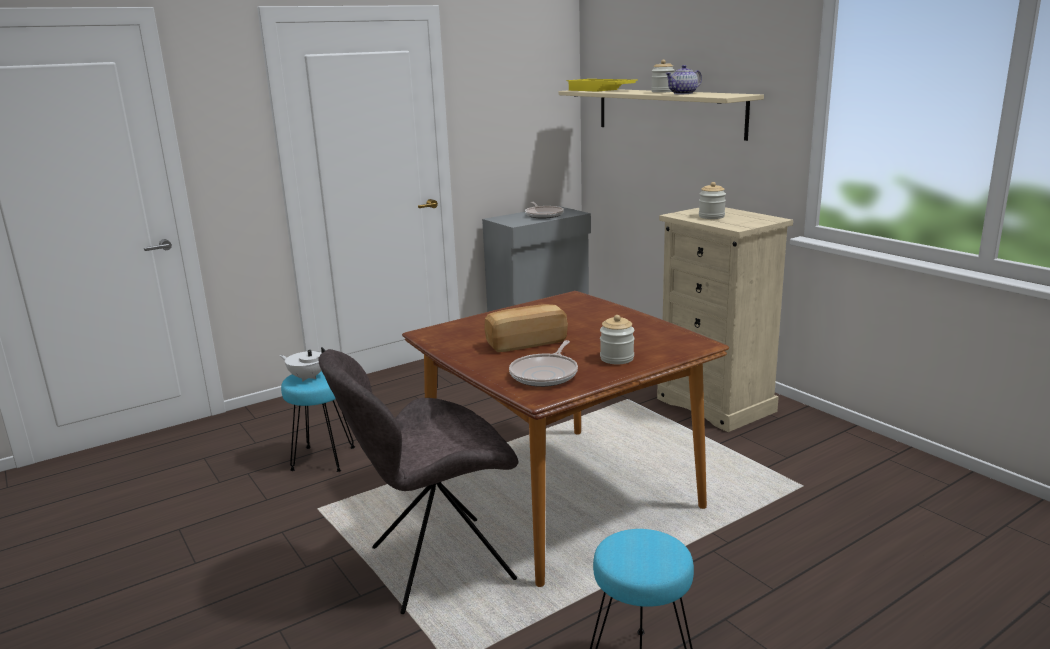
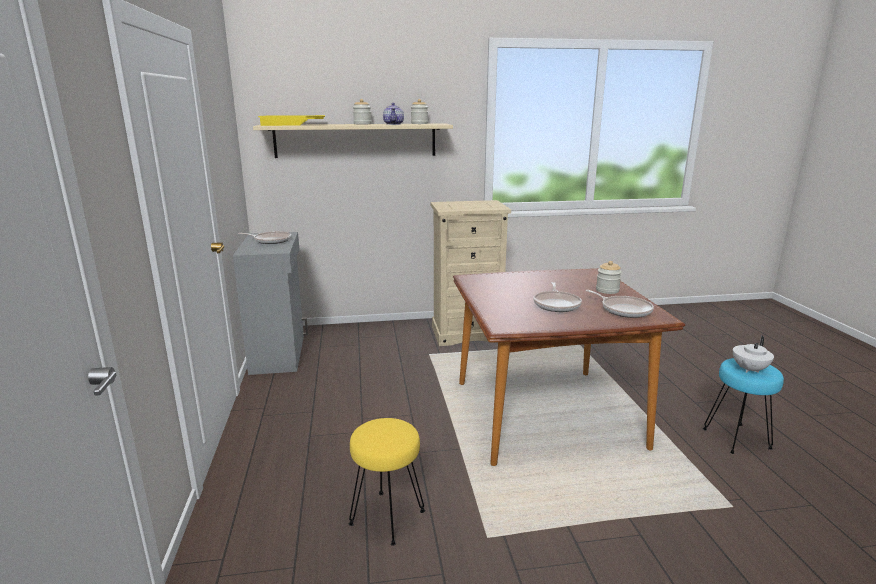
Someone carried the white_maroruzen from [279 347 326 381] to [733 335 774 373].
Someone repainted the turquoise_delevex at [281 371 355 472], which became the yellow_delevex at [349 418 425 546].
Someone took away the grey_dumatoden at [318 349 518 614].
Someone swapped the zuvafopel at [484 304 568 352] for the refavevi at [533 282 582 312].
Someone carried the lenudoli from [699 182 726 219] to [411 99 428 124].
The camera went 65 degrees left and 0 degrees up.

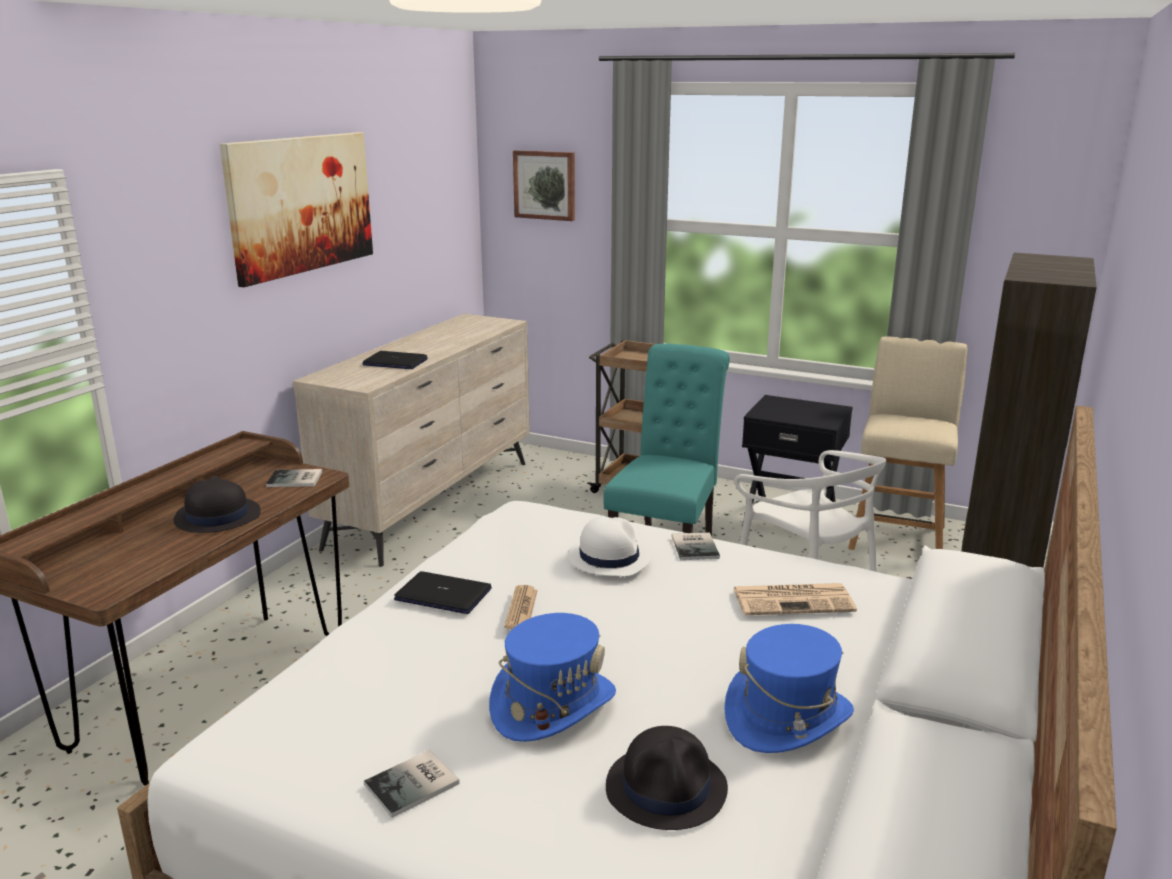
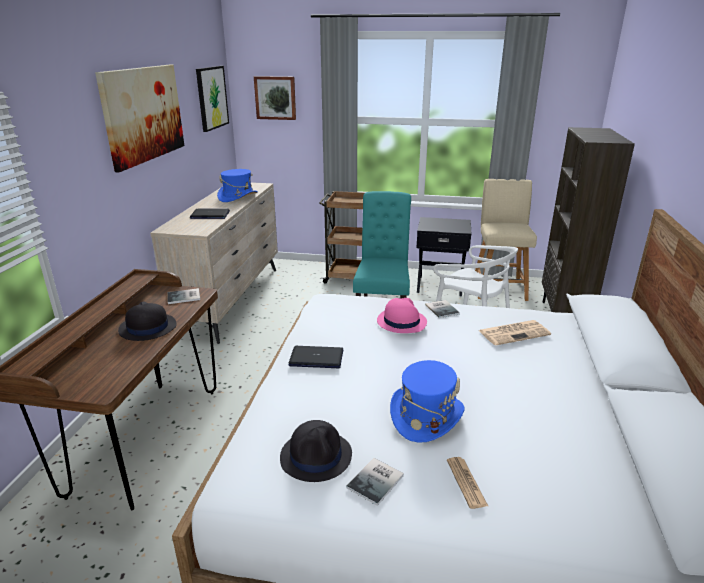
Someone carried the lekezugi from [504 585 538 629] to [447 457 488 509].
Someone repainted the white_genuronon at [568 516 652 576], which became the pink_genuronon at [377 298 427 333].
Someone carried the black_genuronon from [606 726 728 830] to [280 420 352 482].
Someone carried the blue_genuronon from [724 624 854 753] to [217 169 258 202].
Someone put up the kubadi at [196 66 229 132].
The camera went 15 degrees left and 5 degrees up.

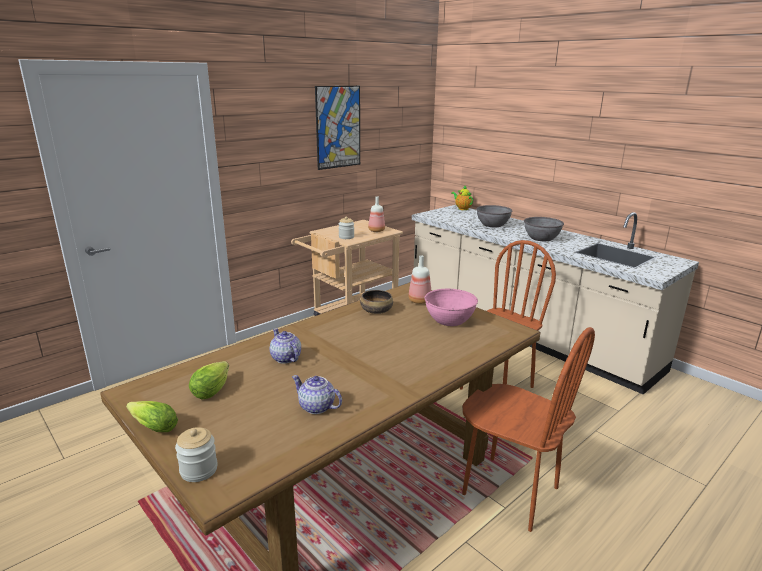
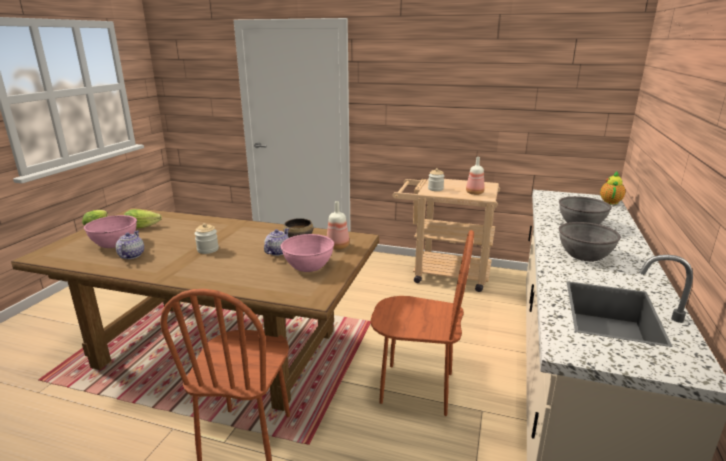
Someone carried the lenudoli from [175 427 218 482] to [194 223 219 254].
Someone carried the maroruzen from [270 328 301 364] to [264 228 289 256].
Someone took away the kubadi at [315 86 360 170].
Someone put down the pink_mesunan at [84 215 137 248].
The camera went 60 degrees right and 0 degrees up.

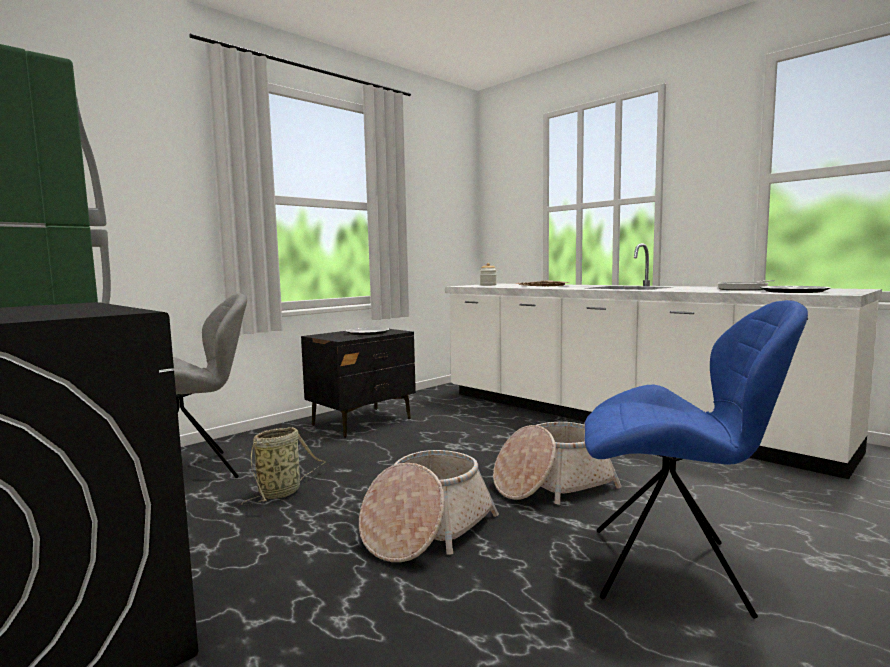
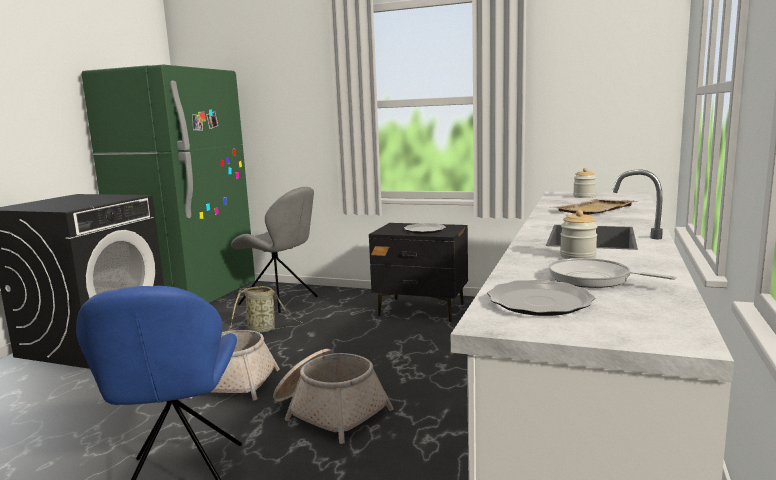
Someone put down the lenudoli at [560 210 598 259].
The camera went 65 degrees right and 5 degrees up.

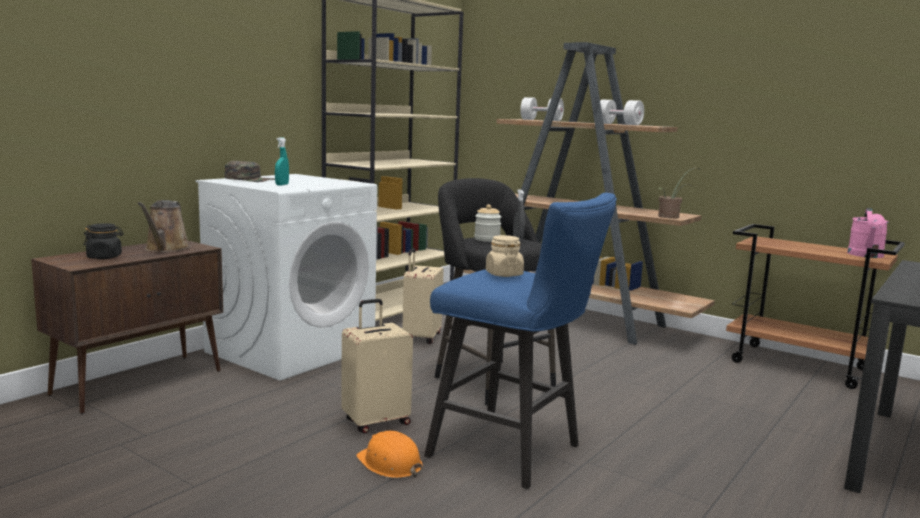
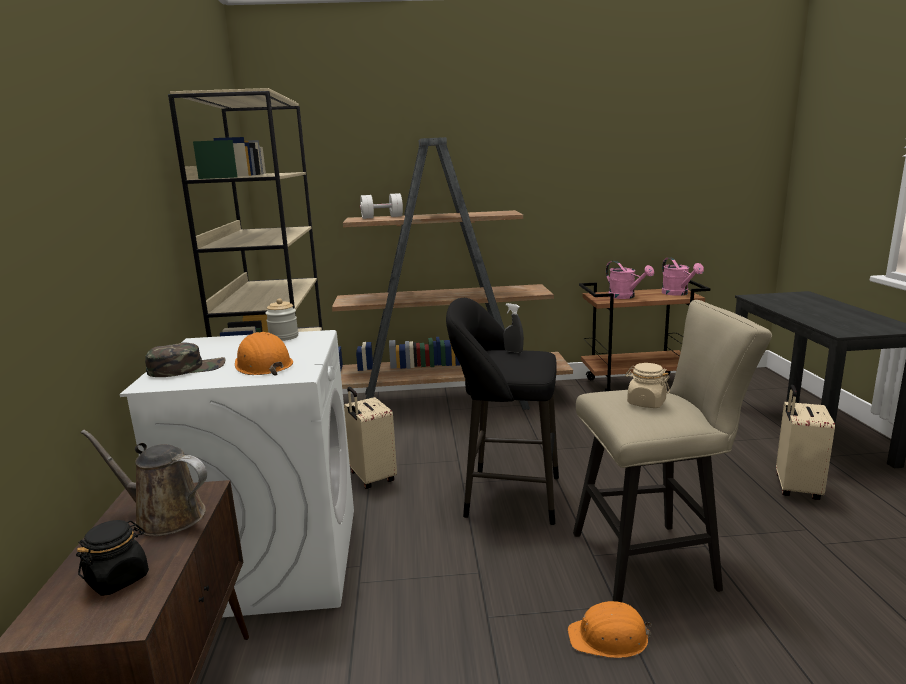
Someone rotated the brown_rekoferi at [138 200 190 252] by 150 degrees clockwise.
Someone swapped the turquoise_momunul at [275 138 289 185] for the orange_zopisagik at [235 332 293 375].
Someone carried the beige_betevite from [341 299 413 434] to [776 385 835 500].
Someone repainted the blue_delevex at [424 193 617 489], which became the beige_delevex at [573 300 772 602].
Someone carried the lenudoli from [474 204 501 242] to [265 298 298 341].
Someone took away the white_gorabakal at [600 100 644 125].
Someone took away the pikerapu at [658 167 700 219].
Someone put down the pink_rekoferi at [606 261 654 299].
The camera went 40 degrees left and 5 degrees up.

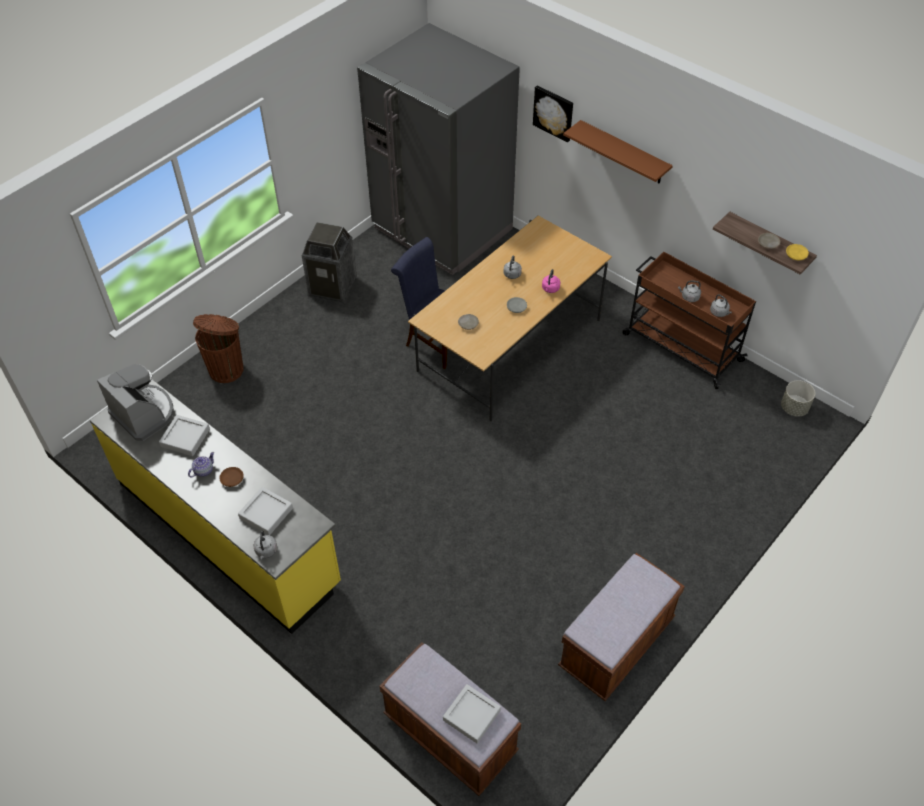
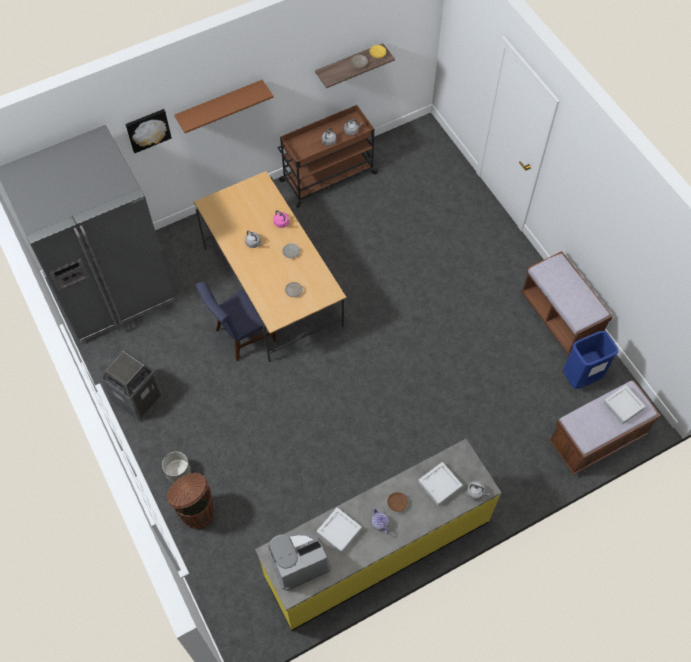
Someone carried the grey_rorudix from [781 380 815 417] to [162 452 191 483].
Someone put down the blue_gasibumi at [563 331 618 389].
The camera went 70 degrees left and 10 degrees up.

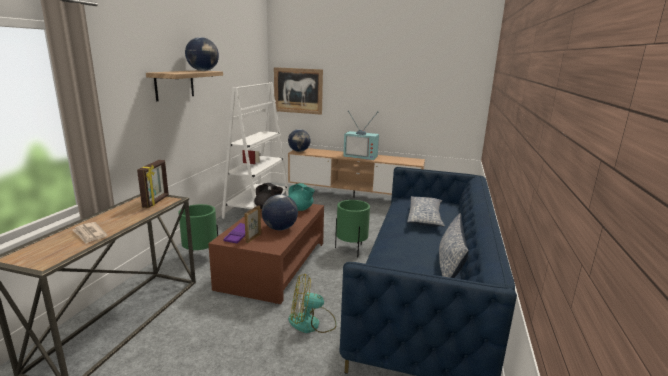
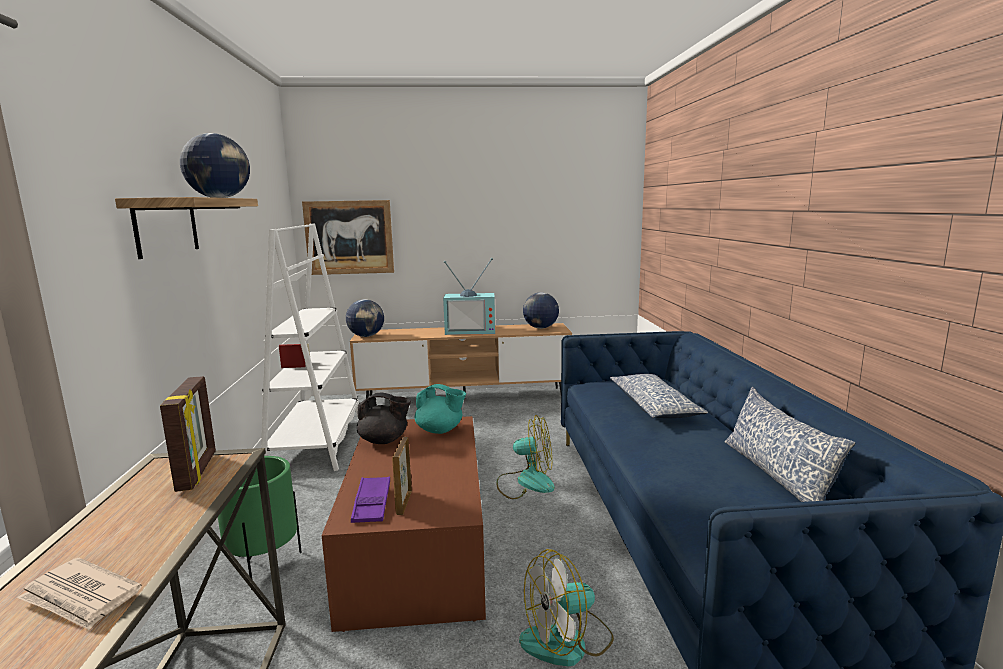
Someone carried the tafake from [262 194 298 230] to [523 292 559 329].
Someone swapped the green_rorudix at [335 200 370 257] for the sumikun at [496 415 555 499].
The camera went 20 degrees left and 5 degrees down.

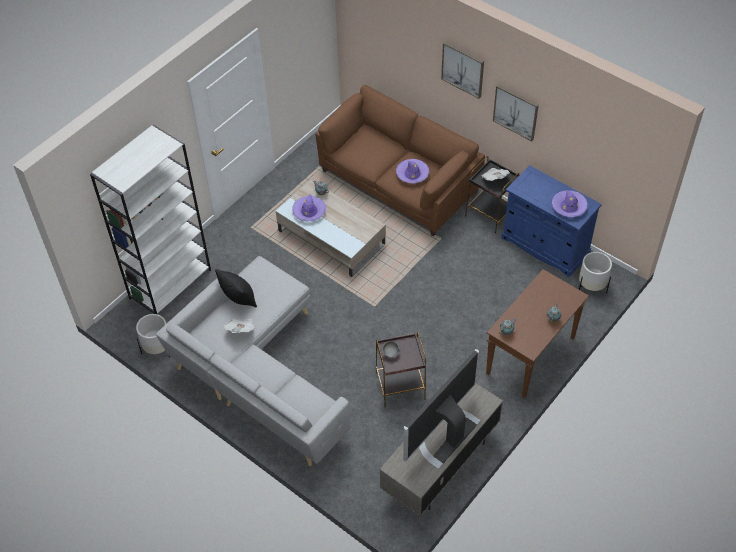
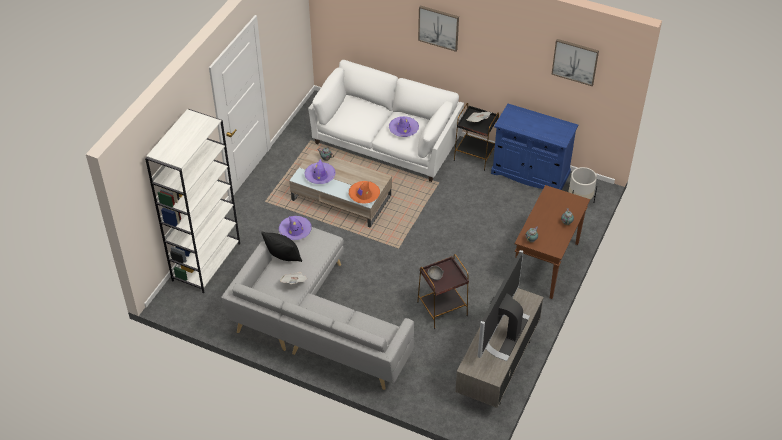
Someone took away the white_rorudix at [136 314 170 358].
Someone repainted the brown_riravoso at [315 85 485 236], which became the white_riravoso at [308 60 464 182].
Someone carried the kubadi from [493 84 539 141] to [551 39 599 86].
Someone carried the purple_genuronon from [552 190 588 217] to [279 216 312 240].
Someone put down the orange_genuronon at [349 181 380 204].
The camera went 15 degrees left and 5 degrees down.

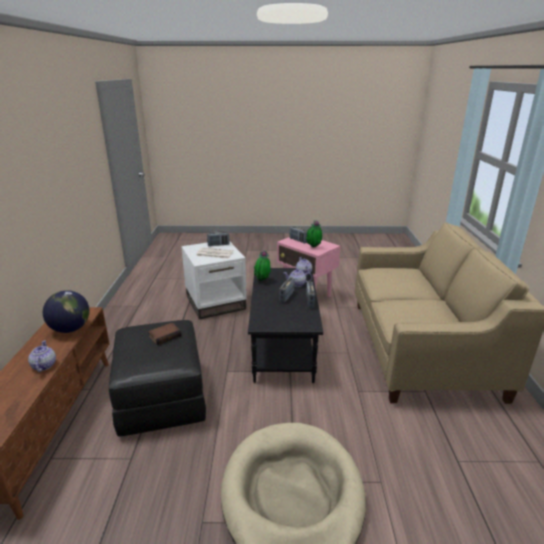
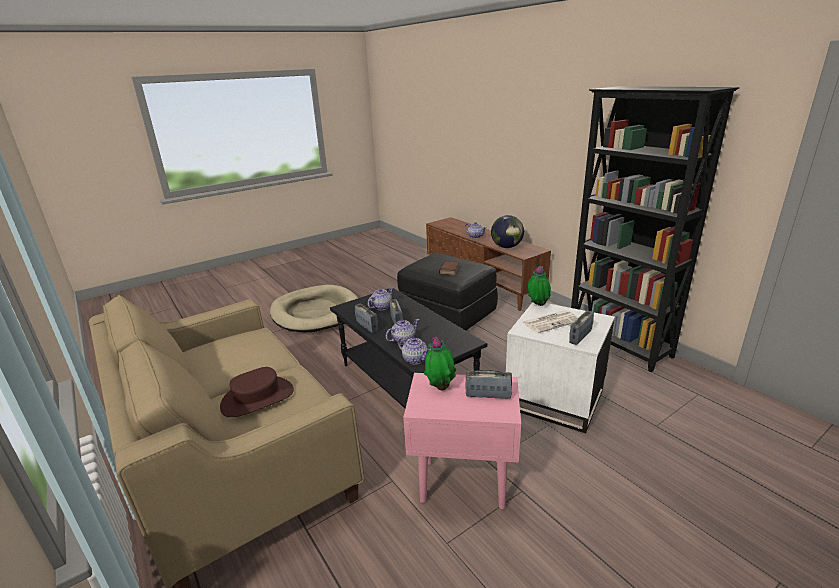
Someone carried the pikerapu from [254 250 271 281] to [528 266 551 306].
Someone put down the brown_genuronon at [220 367 294 417].
Someone put down the maroruzen at [368 288 393 310].
Someone put down the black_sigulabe at [571 86 740 372].
The camera went 145 degrees right and 0 degrees up.

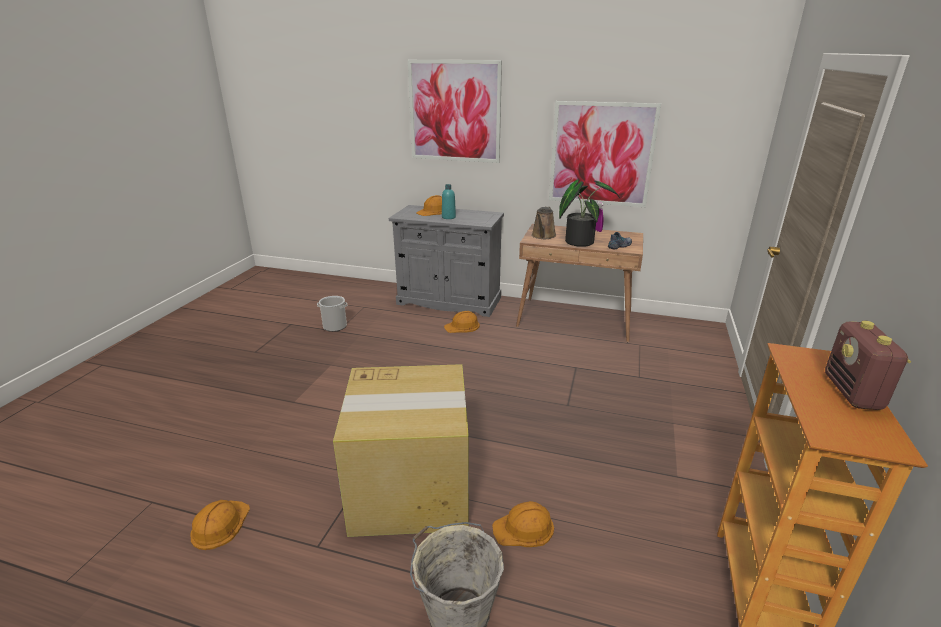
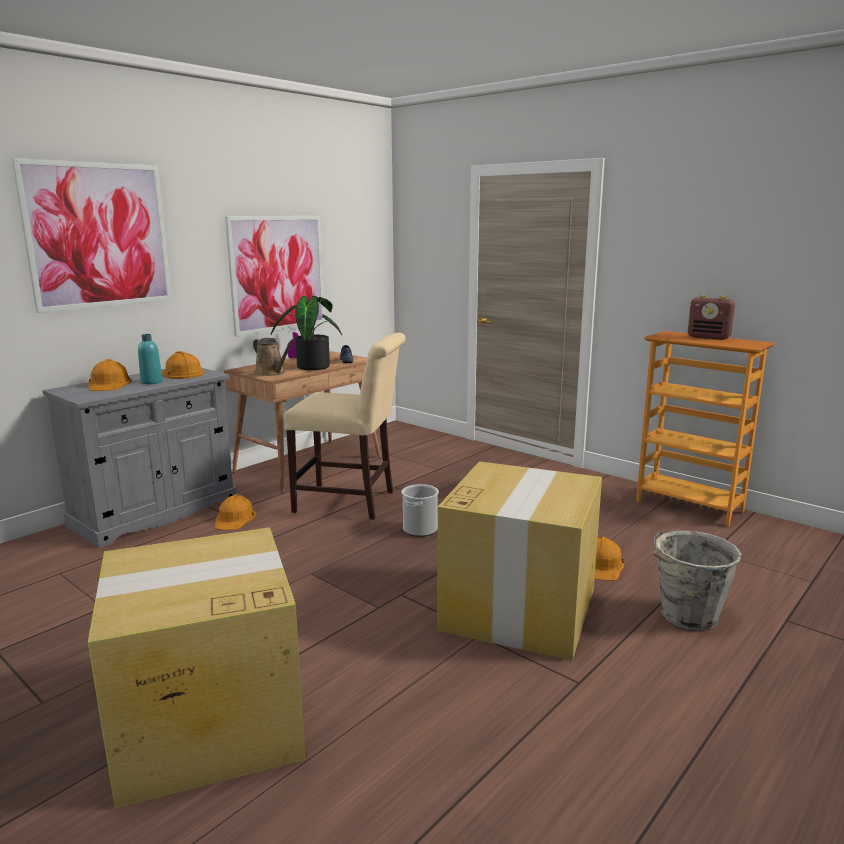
Someone carried the orange_zopisagik from [190 500 250 550] to [161 351 204 379].
Someone carried the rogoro from [317 296 347 332] to [402 484 439 537].
Someone put down the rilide at [88 527 305 808].
Someone put down the beige_dumatoden at [284 333 406 520].
The camera went 65 degrees left and 10 degrees down.

